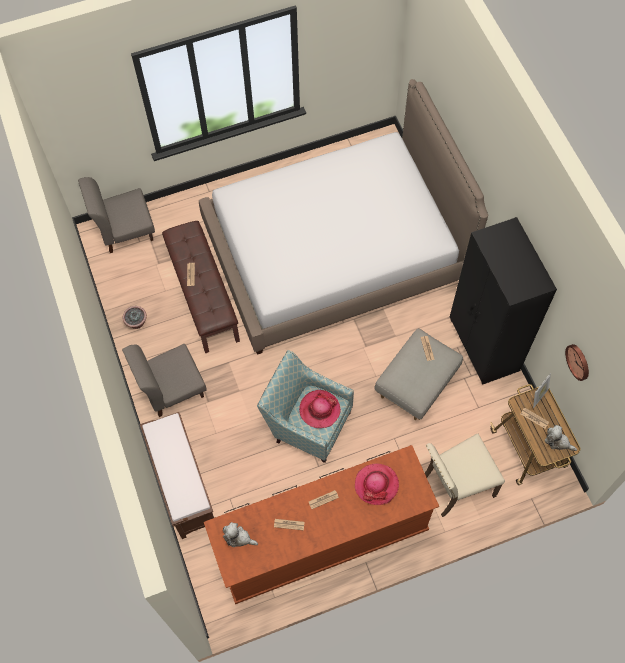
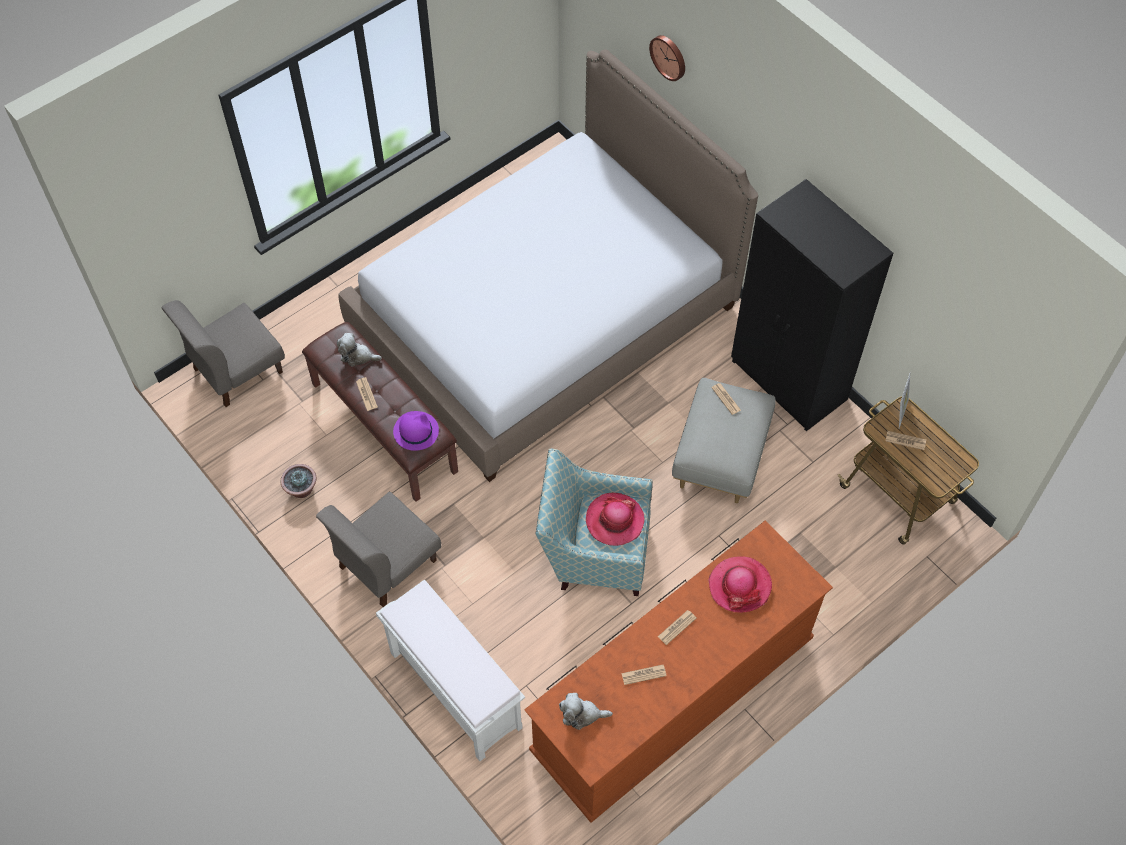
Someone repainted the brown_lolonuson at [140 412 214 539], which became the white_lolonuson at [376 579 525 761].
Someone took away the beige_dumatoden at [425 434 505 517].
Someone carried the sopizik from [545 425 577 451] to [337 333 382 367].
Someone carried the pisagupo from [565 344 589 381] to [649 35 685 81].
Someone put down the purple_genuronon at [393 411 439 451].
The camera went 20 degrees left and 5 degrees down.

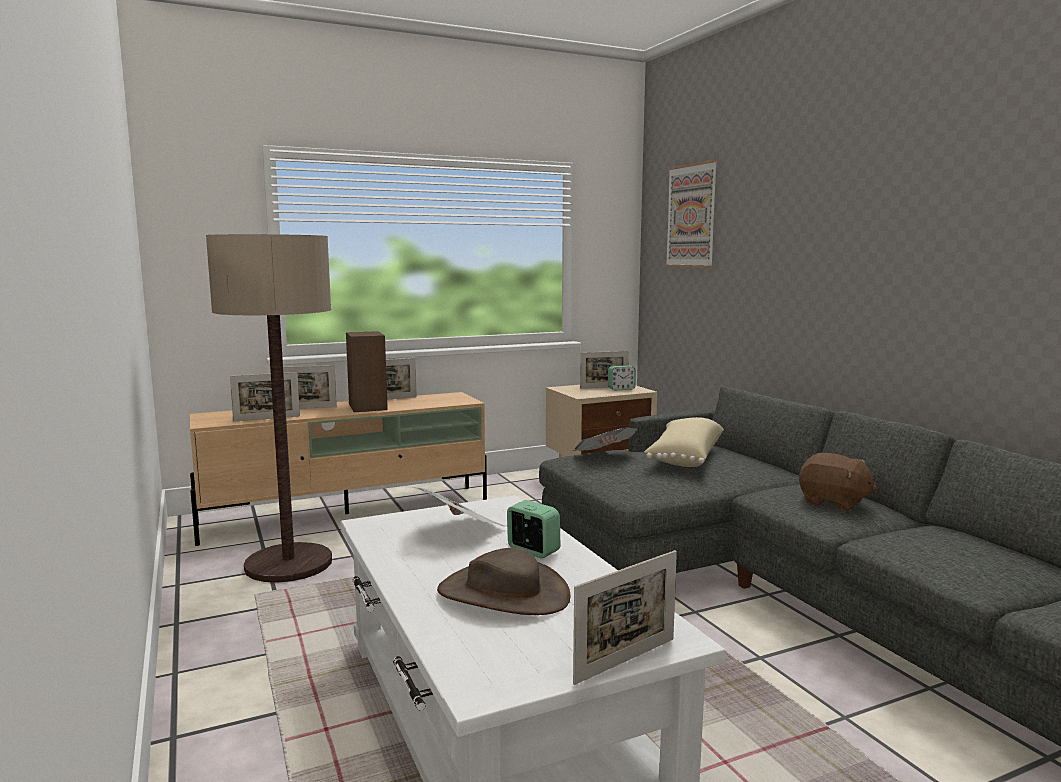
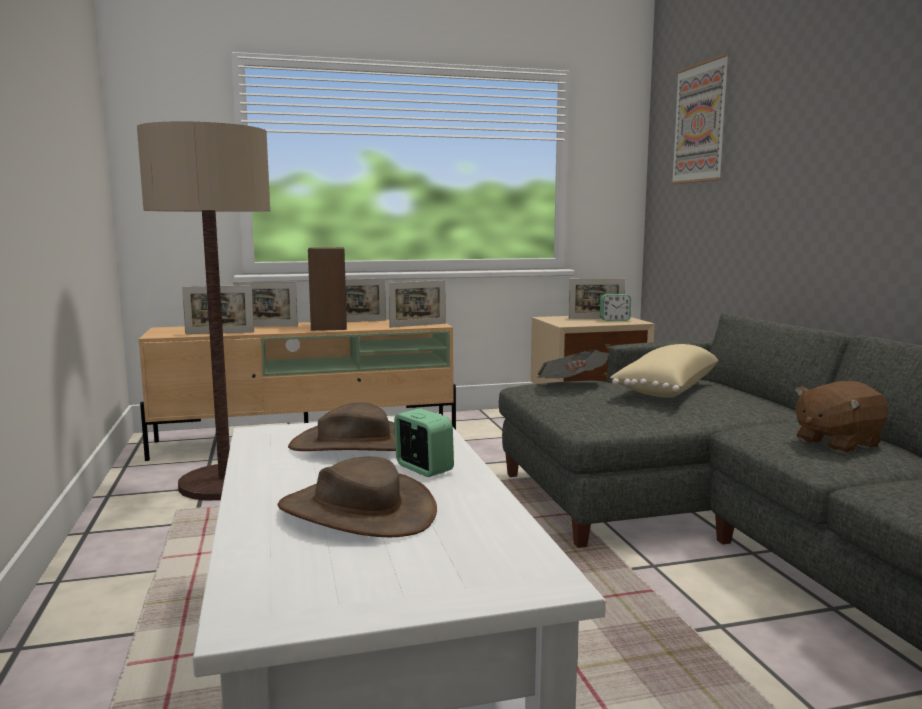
Someone swapped the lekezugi at [412 487 506 526] for the brown_genuronon at [288 402 396 451].
Someone carried the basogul from [573 550 677 685] to [389 280 446 328].
Someone rotated the brown_sopizik at [799 453 878 511] by 105 degrees clockwise.
The camera went 10 degrees right and 0 degrees up.

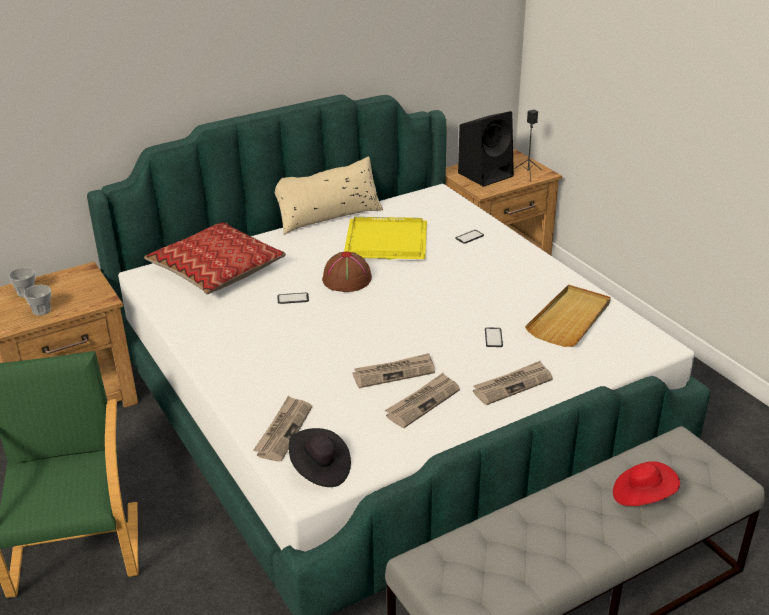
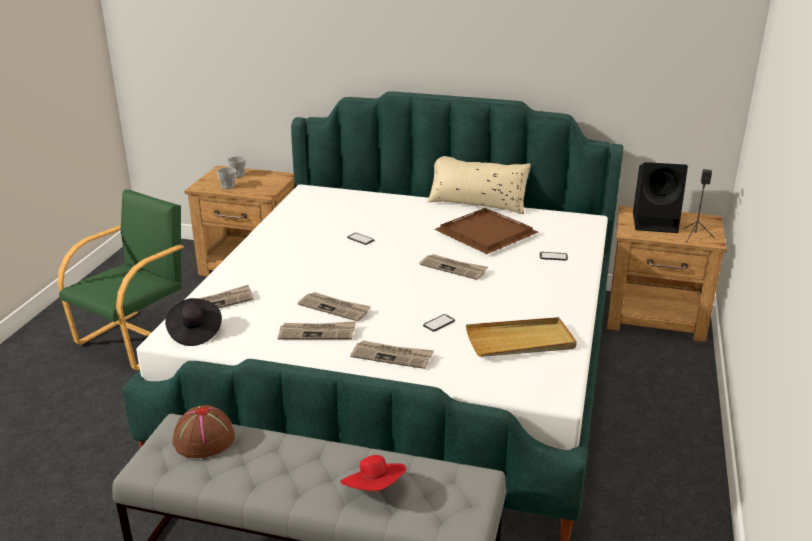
Someone took away the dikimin at [144 222 286 294].
Someone carried the brown_genuronon from [322 252 372 292] to [172 405 235 458].
Someone repainted the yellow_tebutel at [344 217 427 260], which became the brown_tebutel at [434 208 538 254].
Someone put down the lekezugi at [419 254 488 280].
The camera went 45 degrees right and 5 degrees down.

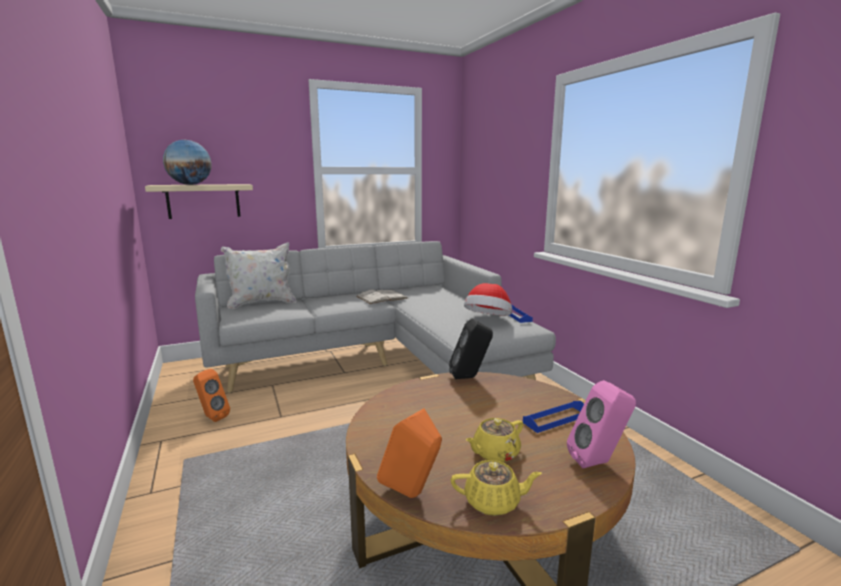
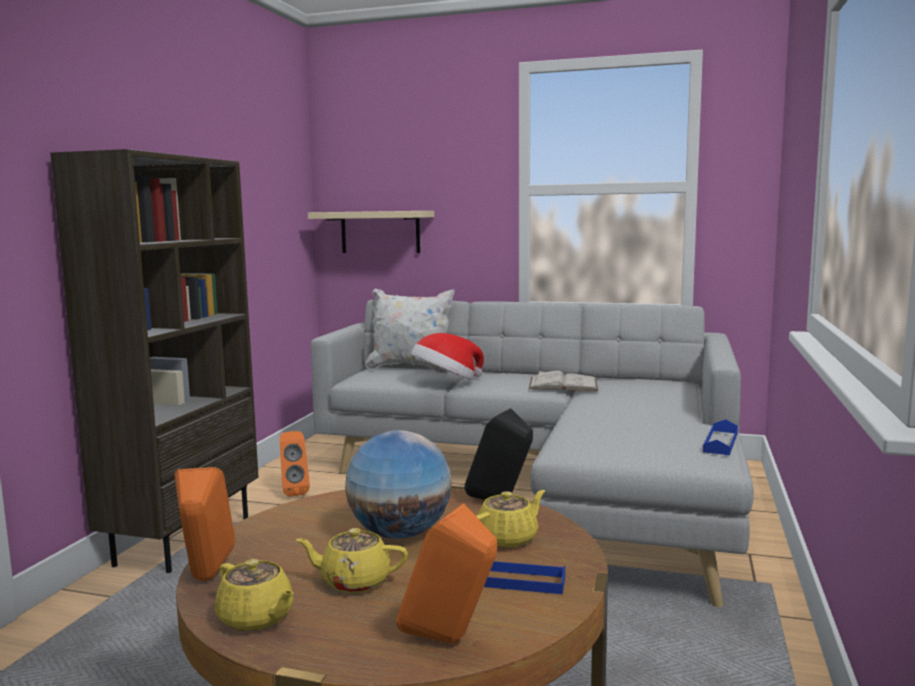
Someone carried the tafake from [163 140 212 185] to [345 430 452 539].
Someone carried the genuronon from [464 283 512 316] to [411 333 484 381].
Someone repainted the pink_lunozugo at [567 380 636 468], which became the orange_lunozugo at [396 504 497 644].
Someone put down the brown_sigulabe at [50 149 259 573].
Someone put down the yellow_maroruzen at [476 490 545 548].
The camera went 40 degrees right and 5 degrees down.

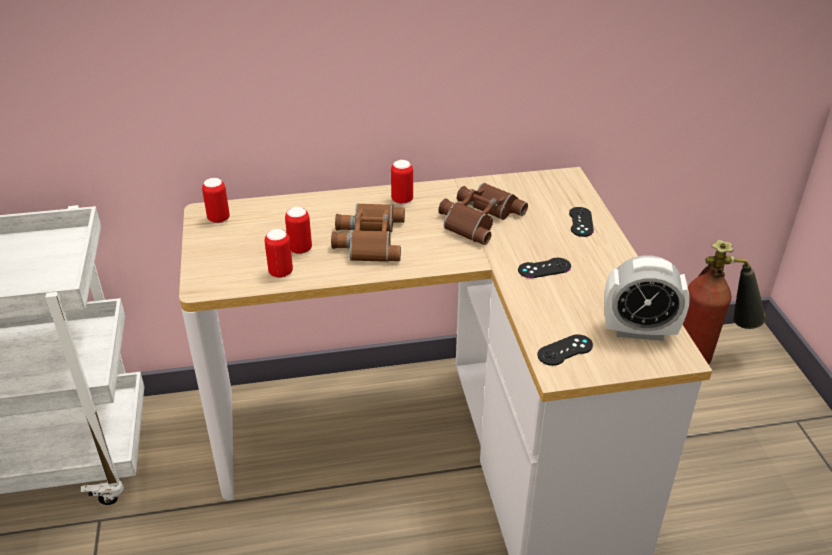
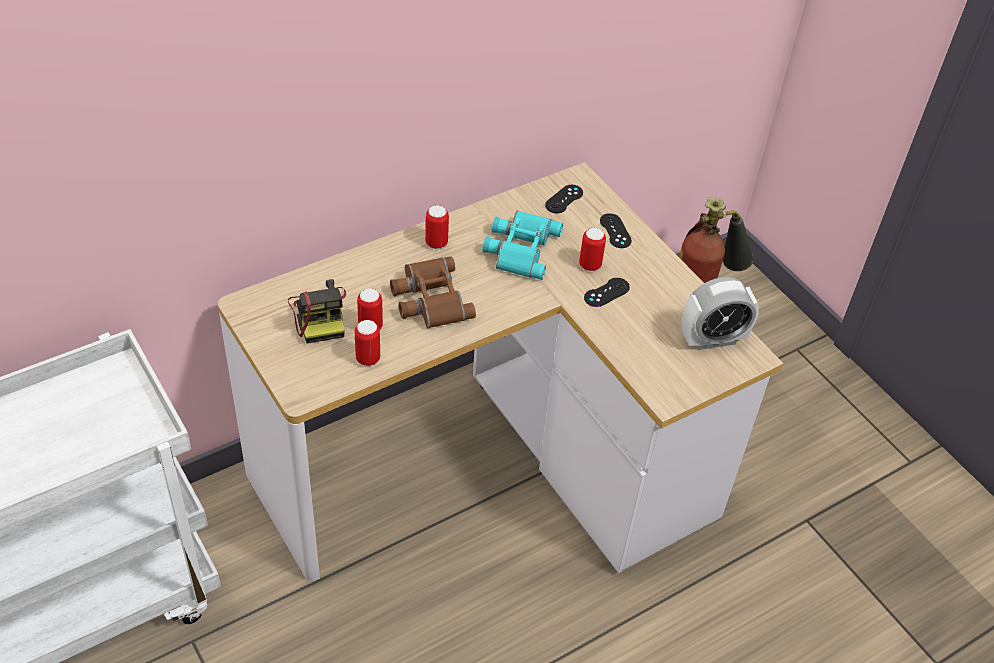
Someone carried the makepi from [202 178 230 223] to [579 228 606 271].
Someone repainted the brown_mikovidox at [439 183 528 245], which became the turquoise_mikovidox at [482 211 563 280].
Someone carried the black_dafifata from [537 334 593 366] to [545 185 583 213].
Someone put down the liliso at [288 279 346 343].
The camera went 25 degrees left and 10 degrees up.

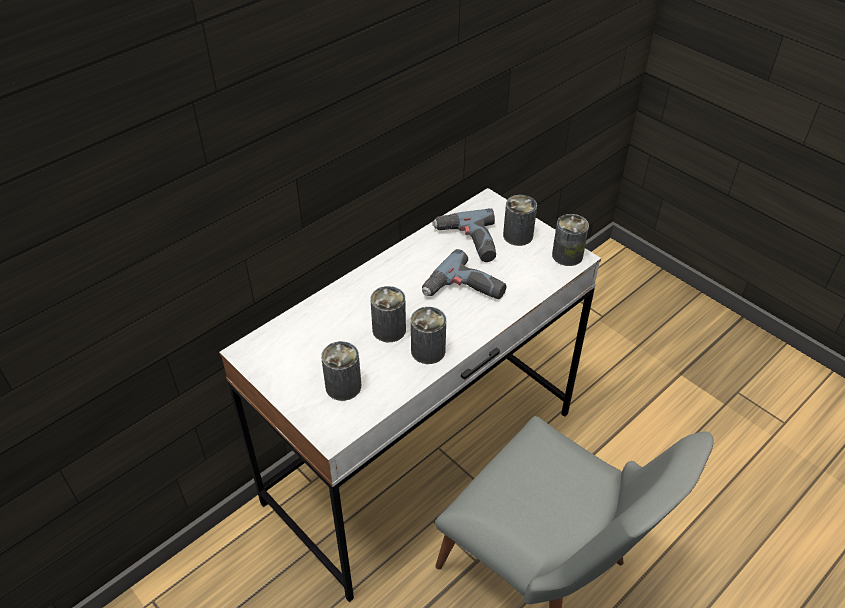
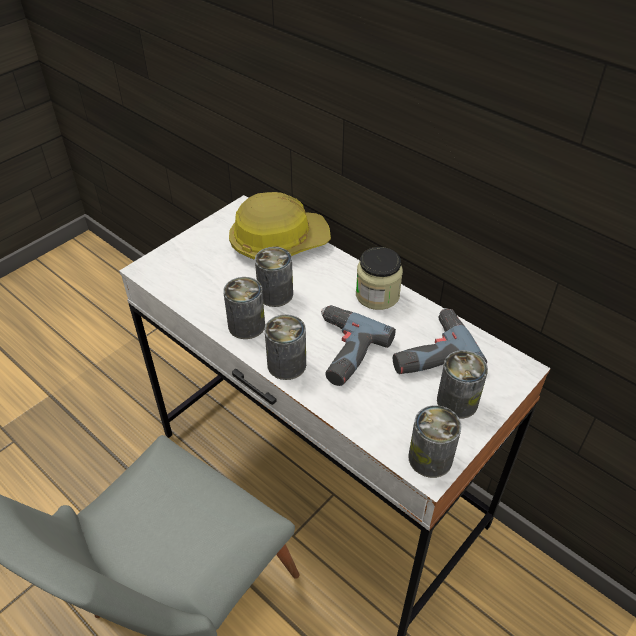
Someone carried the makepi from [321 341 361 401] to [264 314 306 380].
Someone put down the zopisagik at [229 192 331 260].
Someone put down the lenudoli at [356 247 403 310].
The camera went 85 degrees right and 0 degrees up.

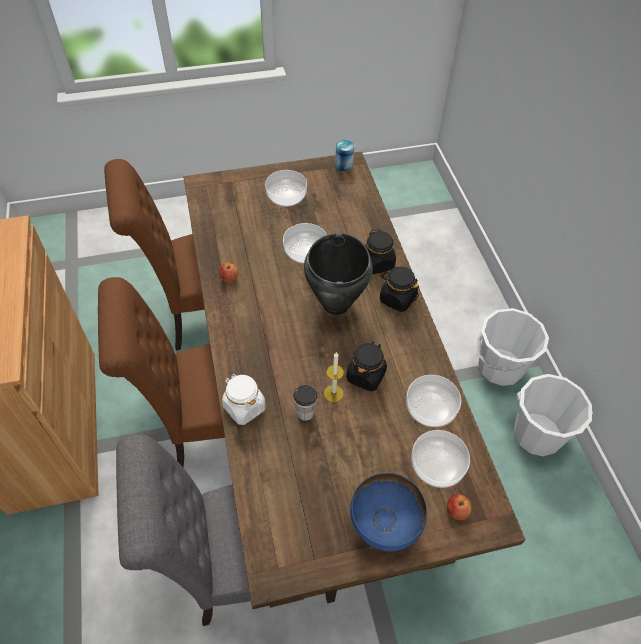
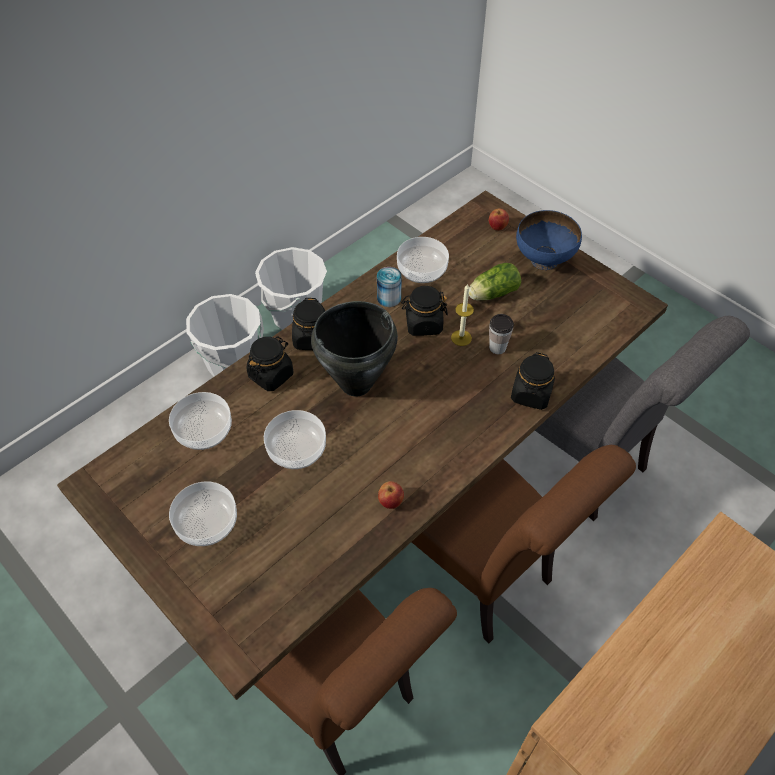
Someone repainted the white_lenudoli at [222 374 266 425], which became the black_lenudoli at [511 352 555 410].
Someone carried the makepi from [335 140 355 171] to [377 267 402 307].
Someone carried the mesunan from [411 430 470 488] to [169 392 232 450].
Someone put down the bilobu at [469 263 521 300].
The camera went 120 degrees left and 0 degrees up.

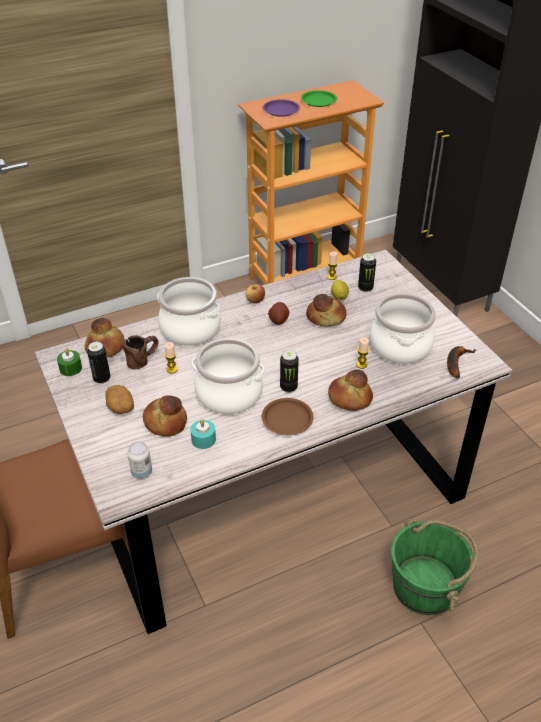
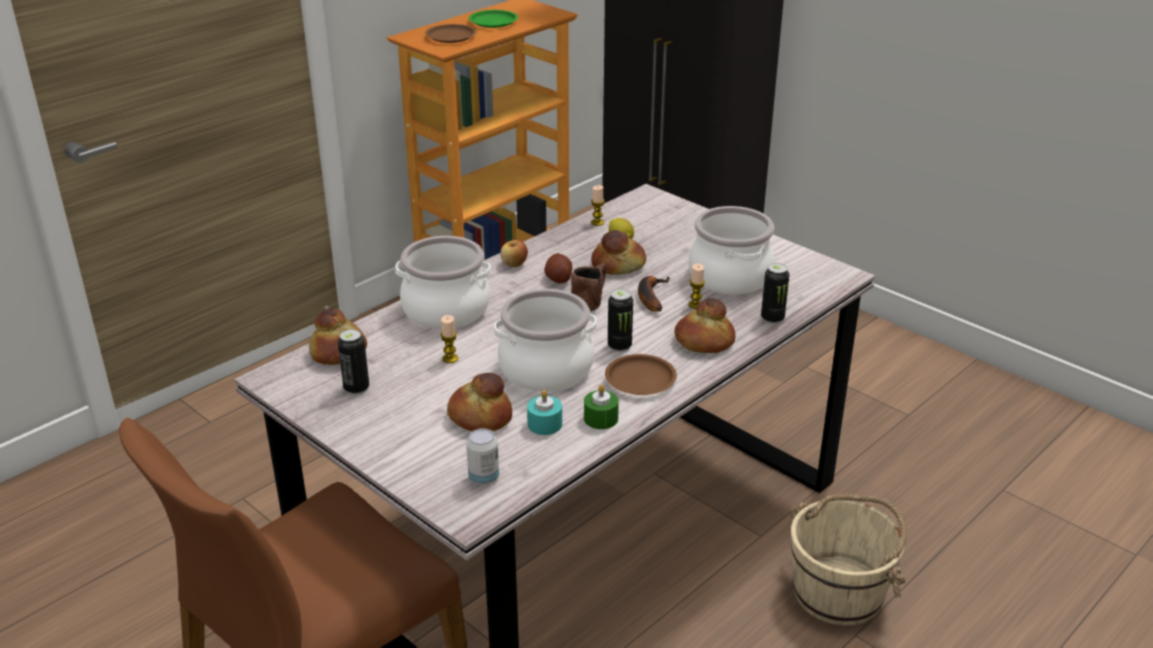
Someone carried the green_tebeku from [57 348 82 376] to [584 384 619 429].
Someone took away the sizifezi at [106 385 134 414].
Someone carried the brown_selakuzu from [123 335 159 370] to [571 264 606 312].
Someone repainted the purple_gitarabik at [263 99 300 117], which became the brown_gitarabik at [425 24 477 43].
Someone carried the makepi from [358 253 376 292] to [761 263 789 324].
Someone repainted the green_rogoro at [391 519 479 615], which became the beige_rogoro at [790 494 907 625].
Someone carried the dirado from [447 346 476 379] to [638 276 670 312].
The camera went 20 degrees left and 10 degrees down.

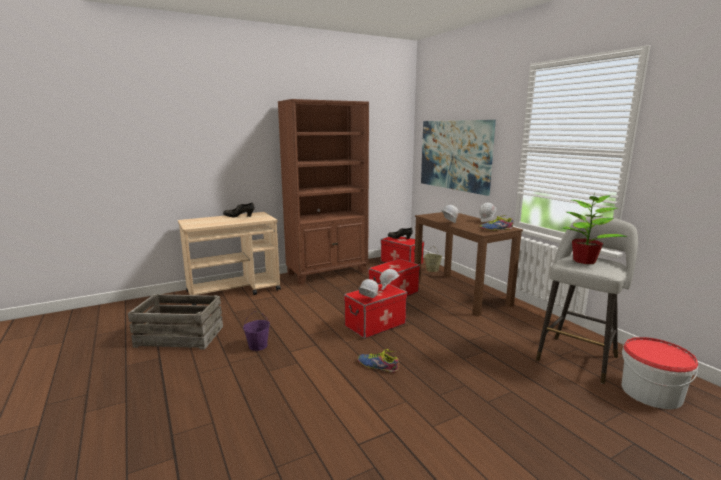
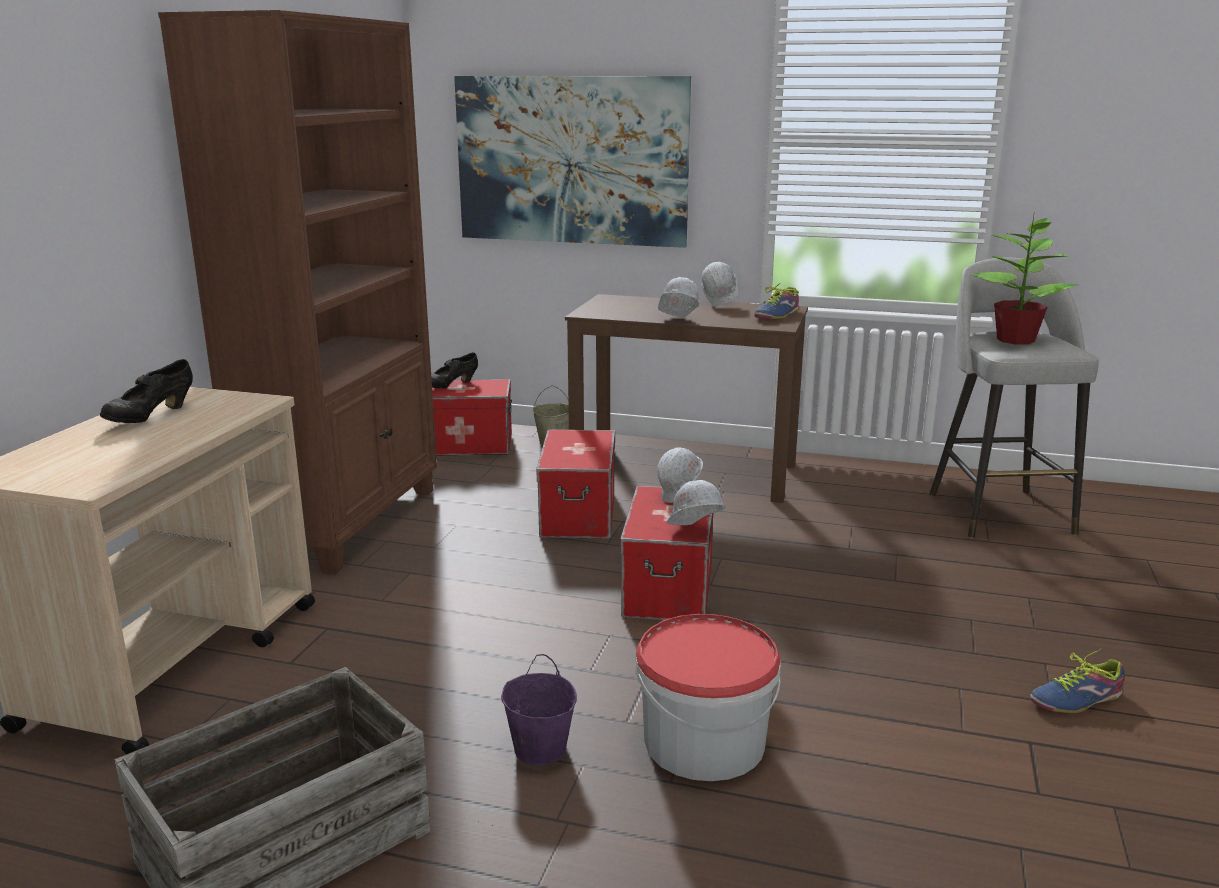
Someone carried the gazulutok from [358 349 399 373] to [1030 649 1125 713].
Someone carried the rogoro from [621 337 698 409] to [635 614 781 781].
The camera went 45 degrees left and 5 degrees up.

